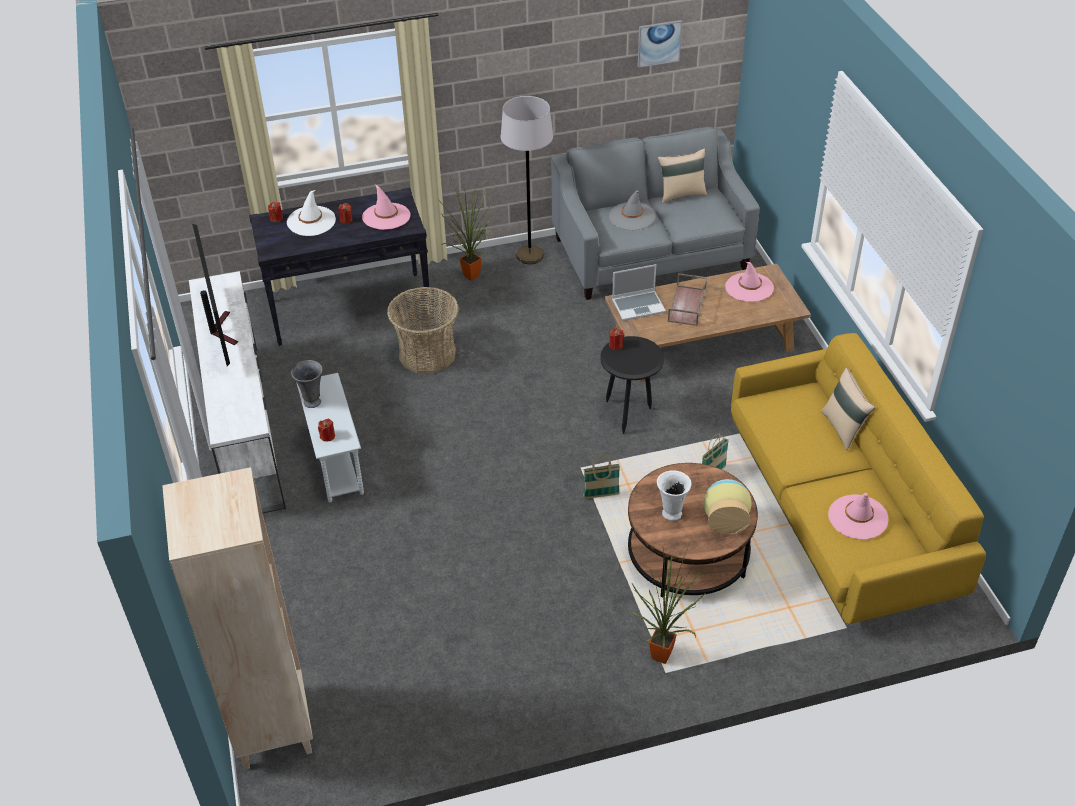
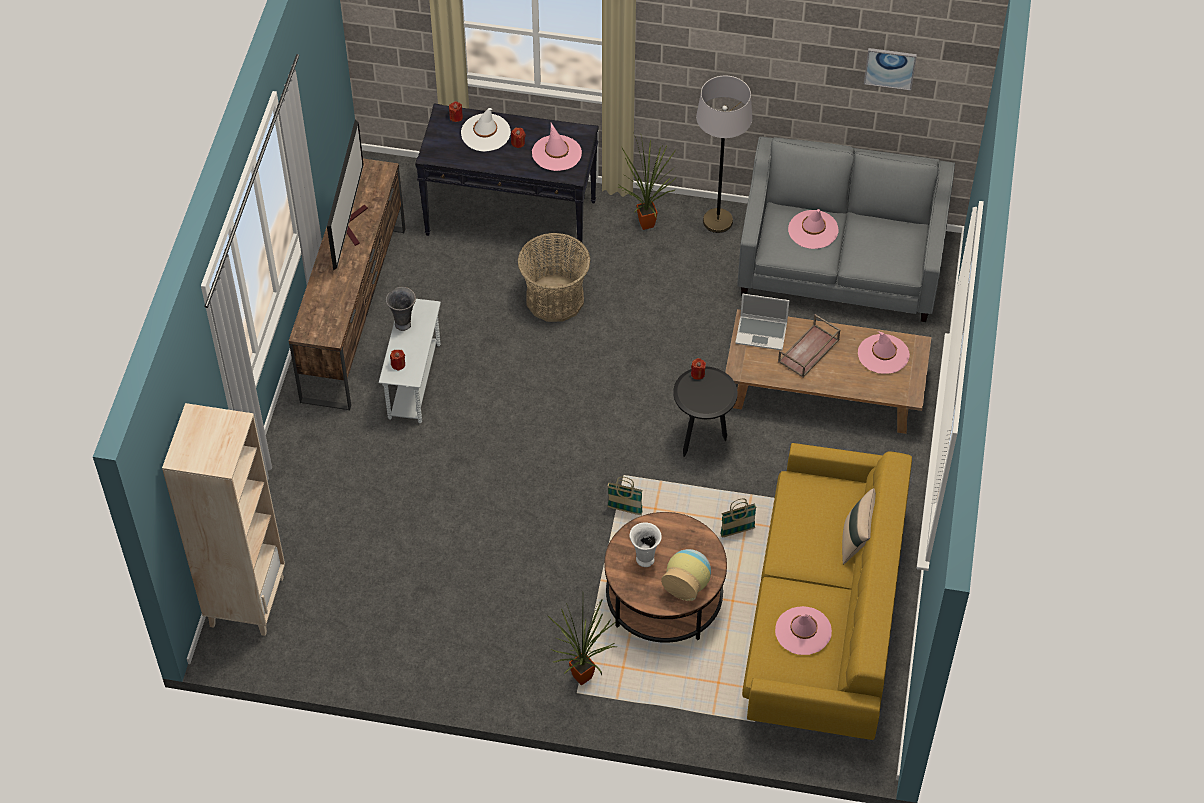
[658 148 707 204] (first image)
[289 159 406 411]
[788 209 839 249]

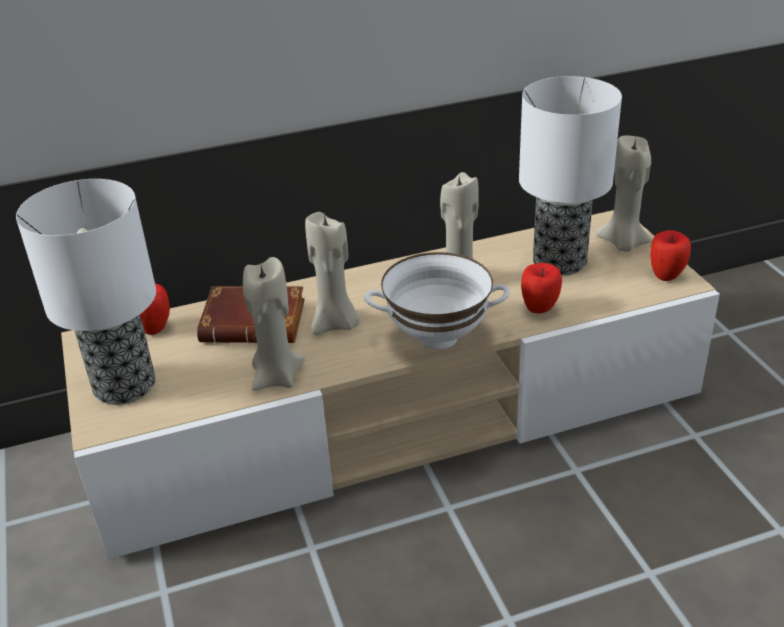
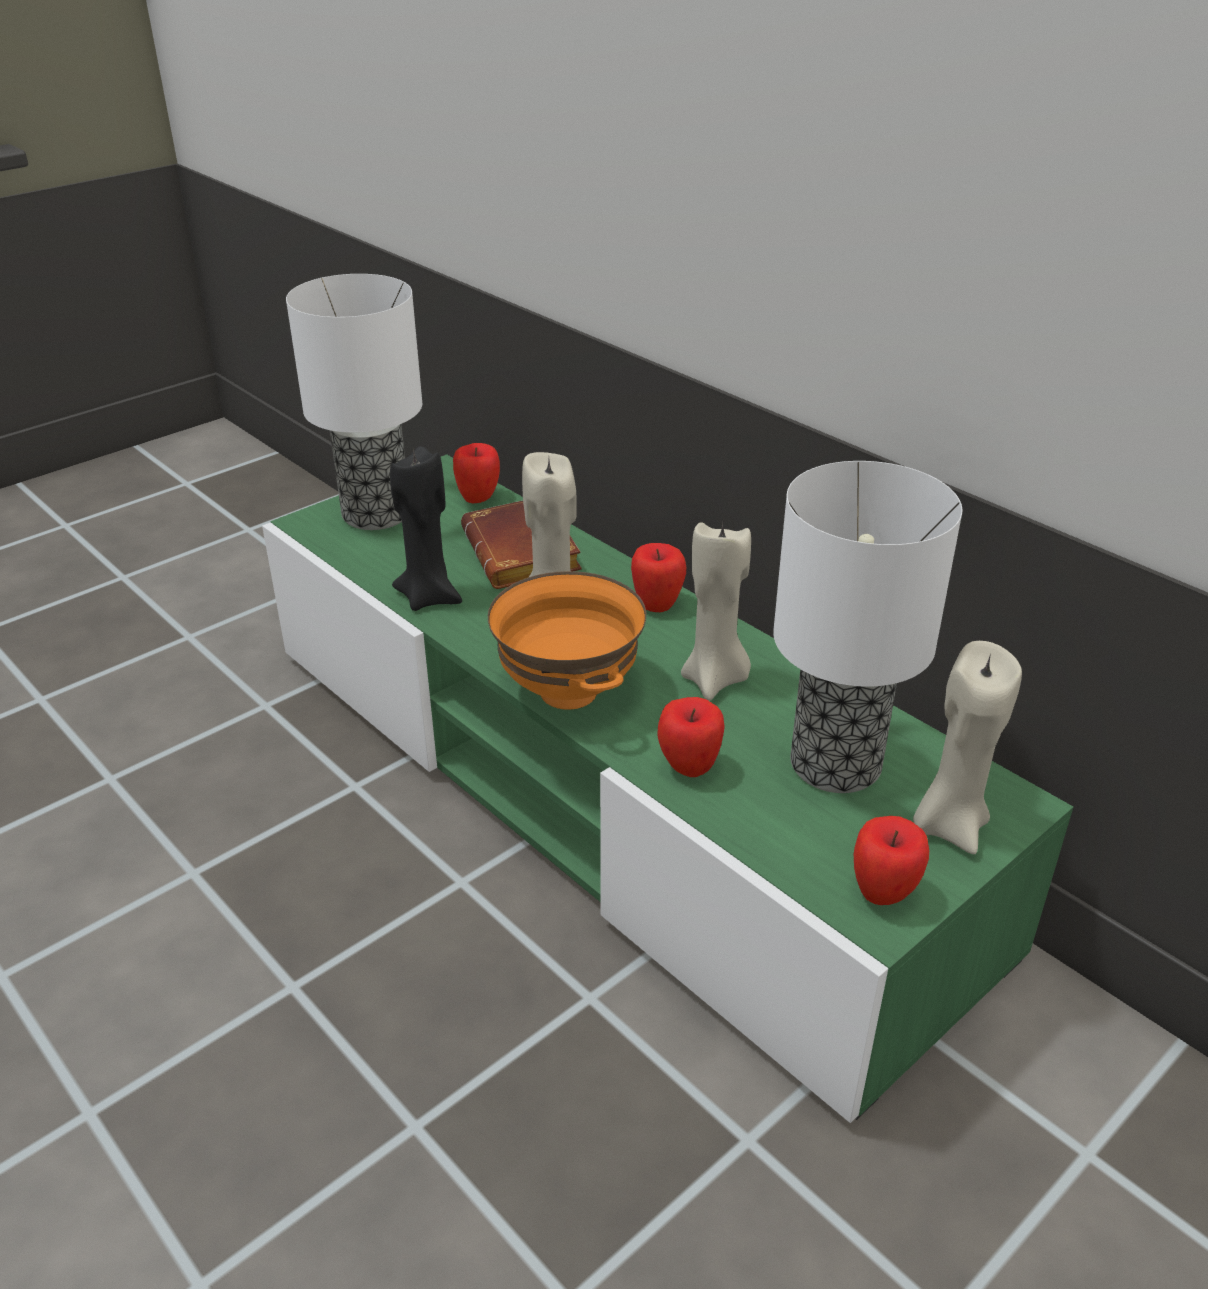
[631 543 686 612]
[262 454 1073 1123]
[390 446 462 611]
[488 571 646 710]

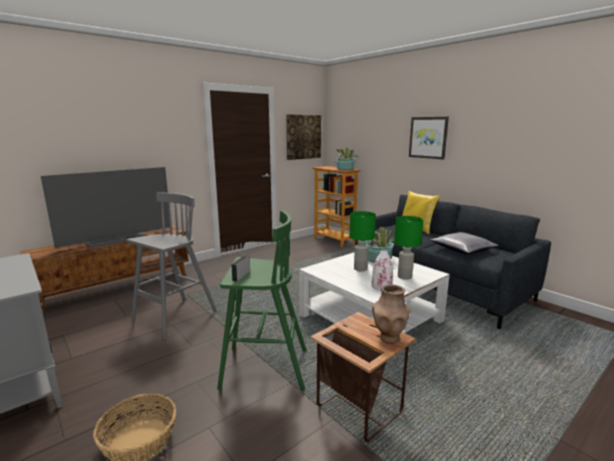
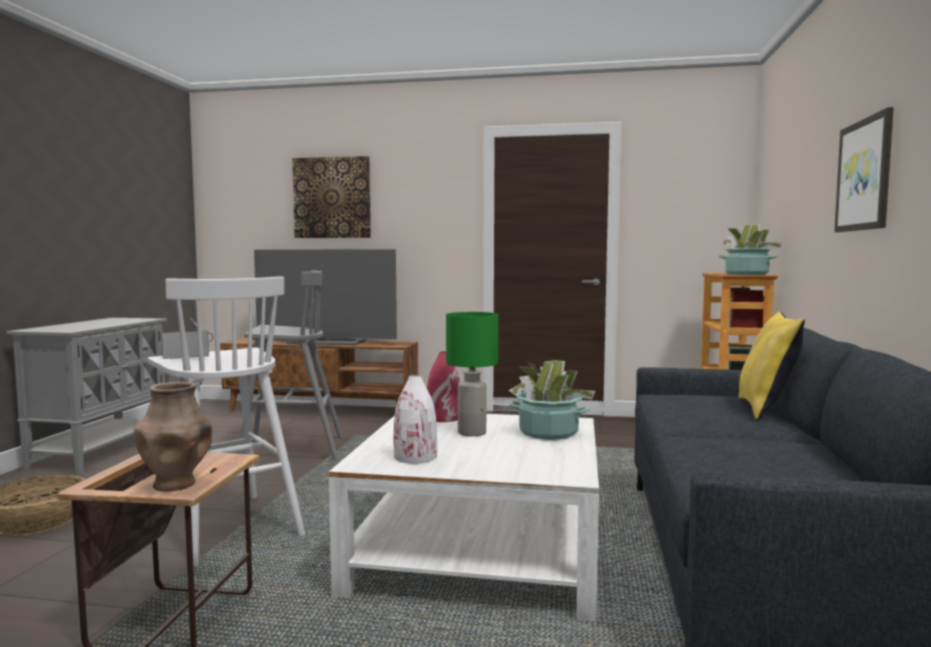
[394 216 423 279] (first image)
[430 232 499 254] (first image)
[427 352 460 422]
[292 156 371 238]
[148 276 305 567]

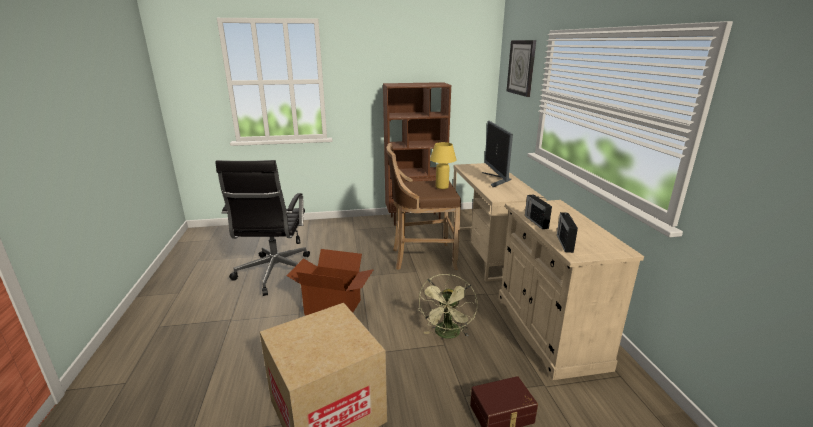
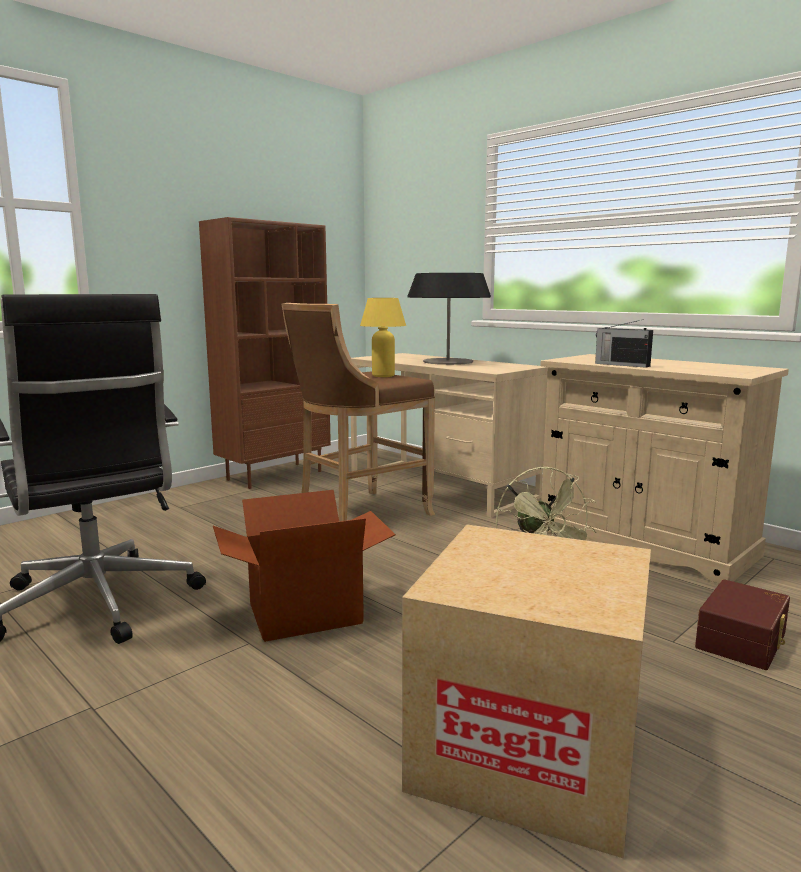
[507 40 536 97] (first image)
[557 212 578 253] (first image)
[408 273 491 365]

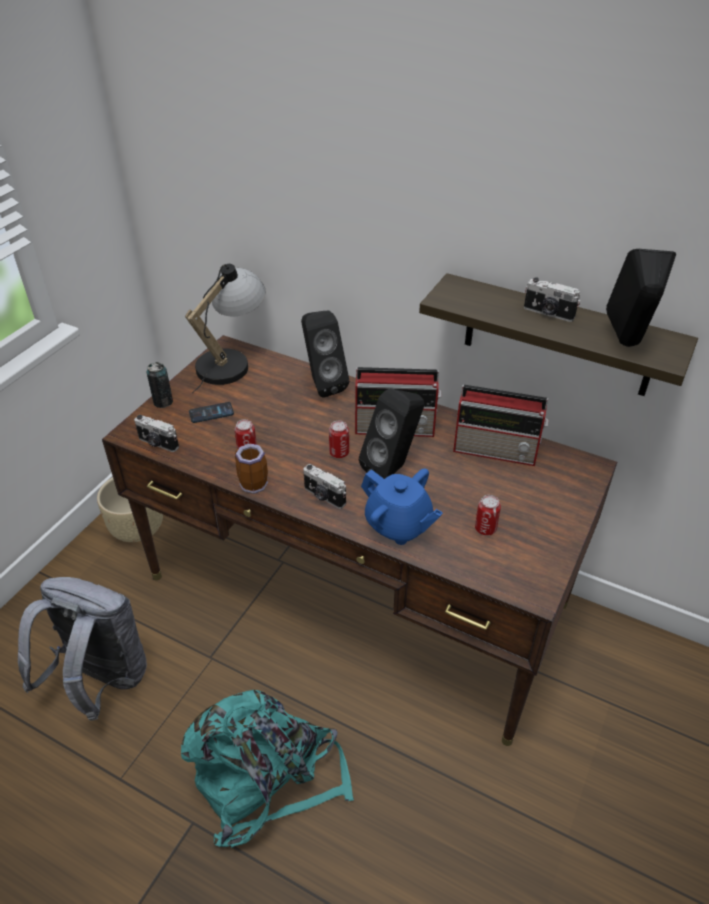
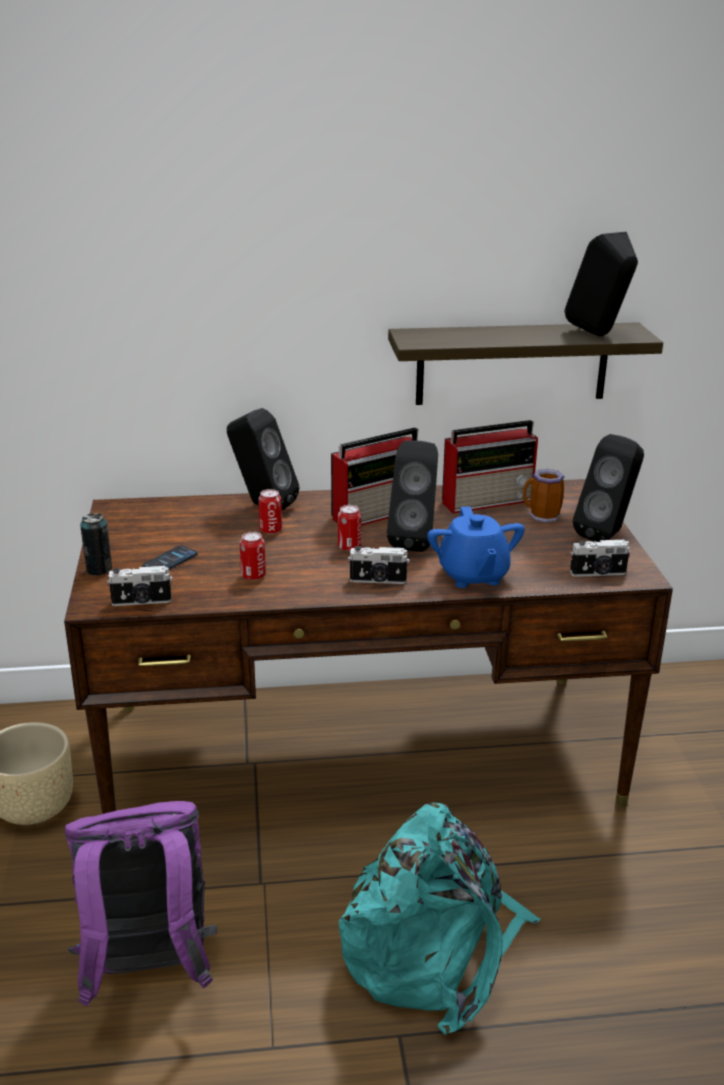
[185 264 266 393] (first image)
[573 434 644 542]
[523 469 564 523]
[259 489 282 534]
[570 540 631 577]
[65 801 217 1007]
[427 506 525 588]

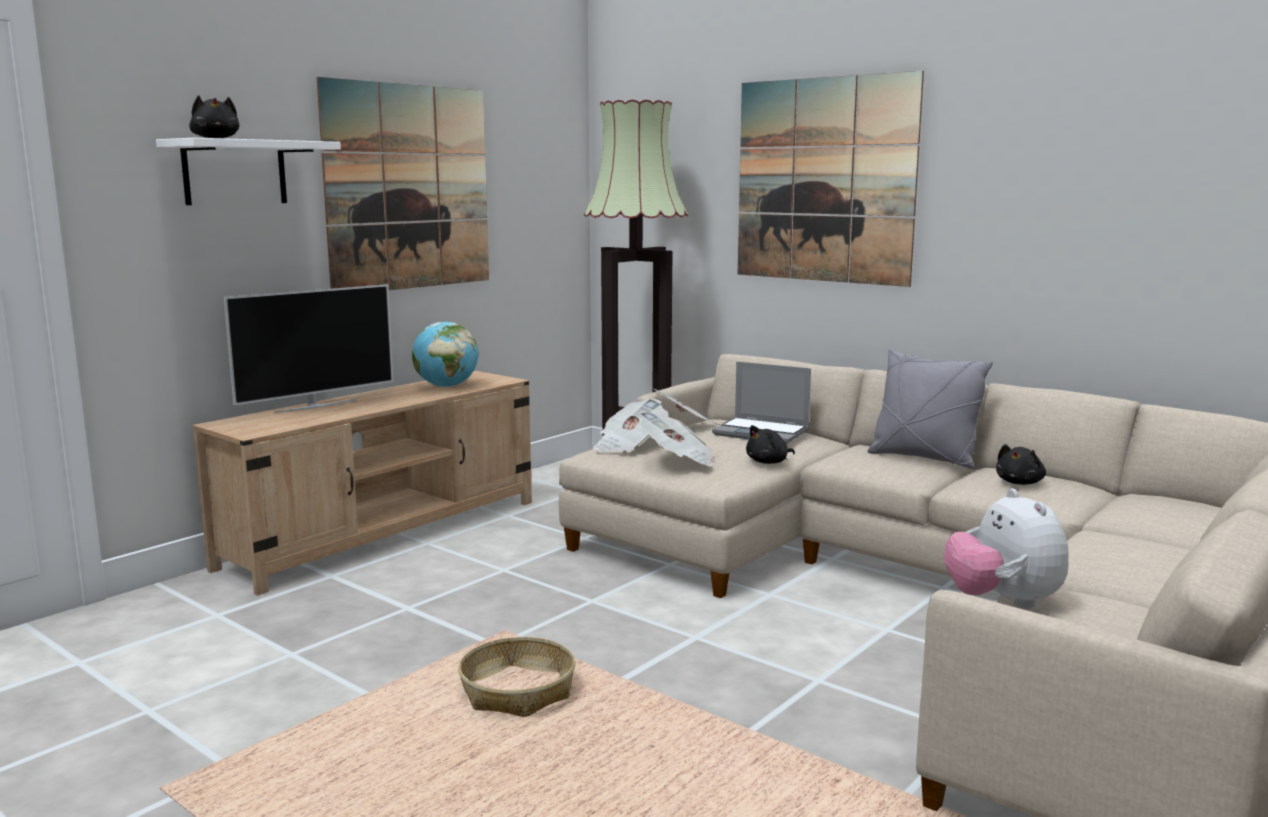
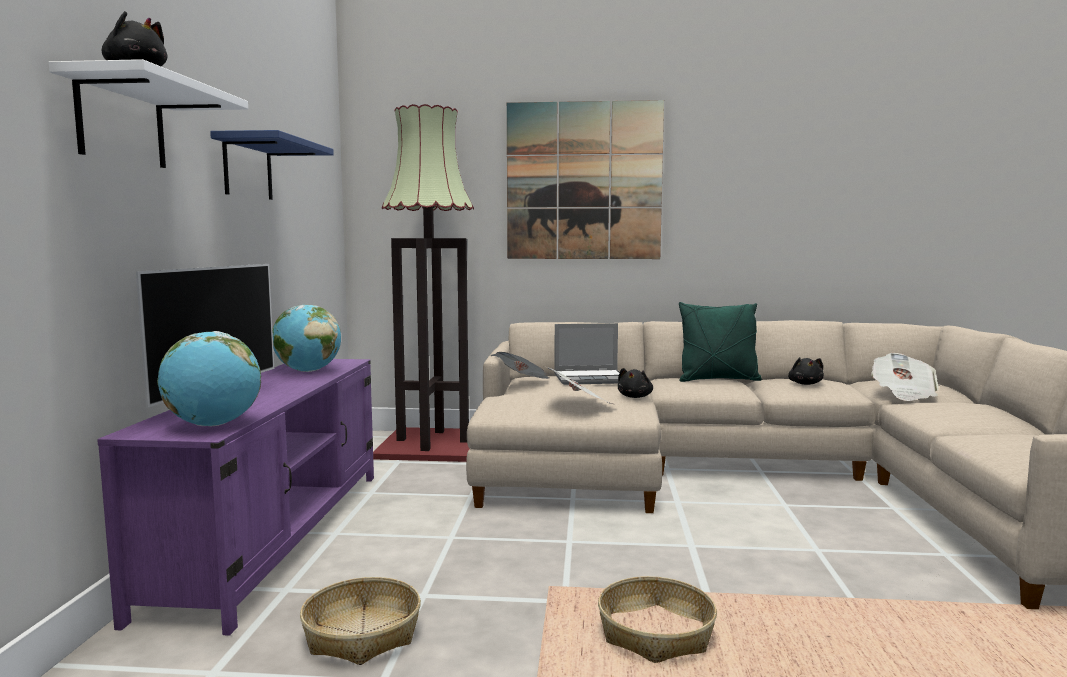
[944 488 1069 609] (first image)
[157 331 261 426]
[300 577 421 665]
[871 353 938 401]
[210 130 334 200]
[97 359 374 636]
[679 302 762 382]

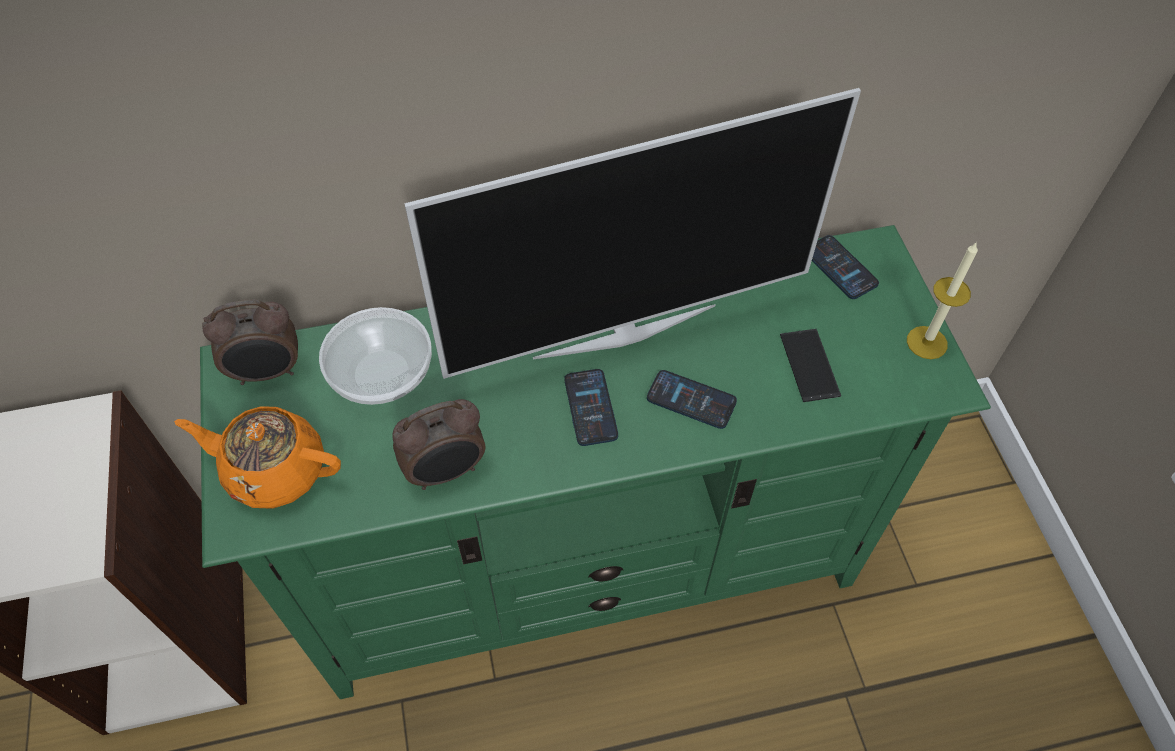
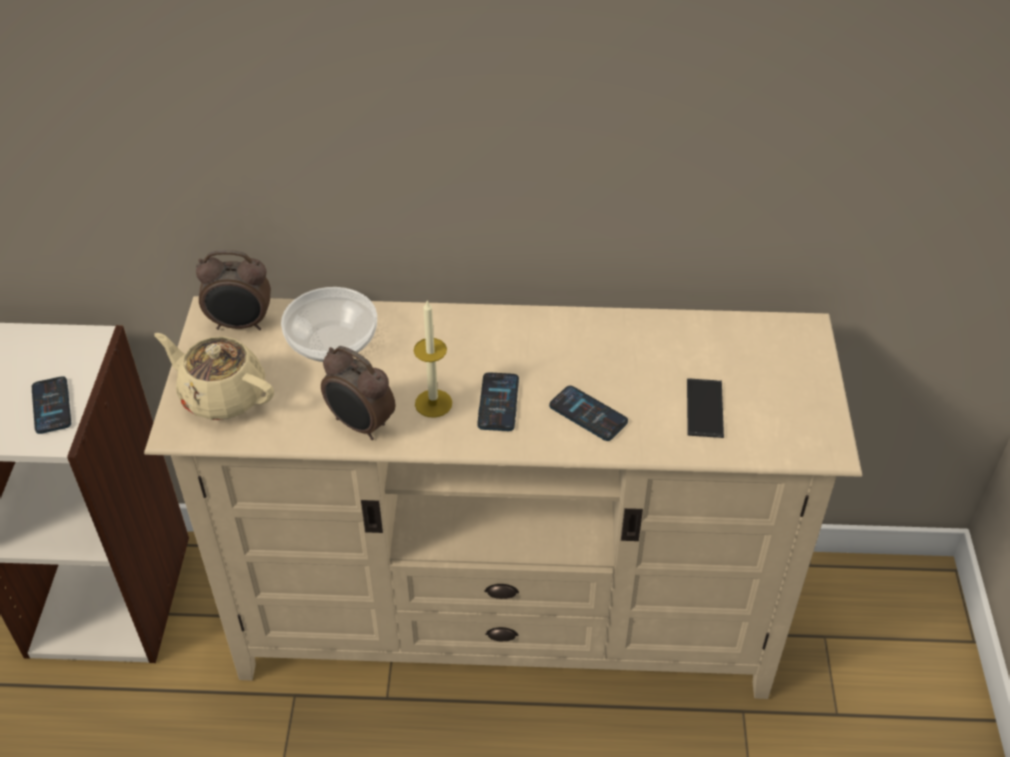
[404 88 861 379] (first image)
[32 376 71 434]
[414 300 452 418]
[154 333 274 420]
[144 296 863 699]
[321 346 395 440]

